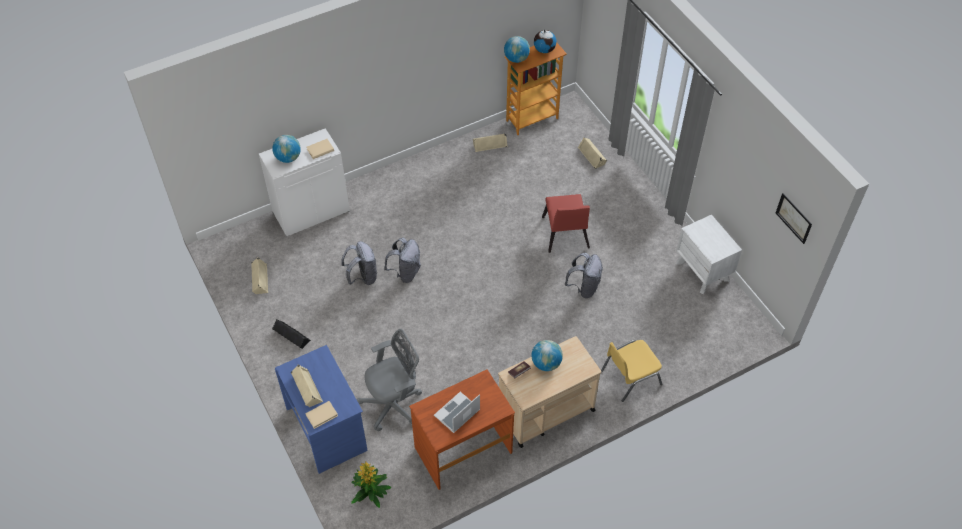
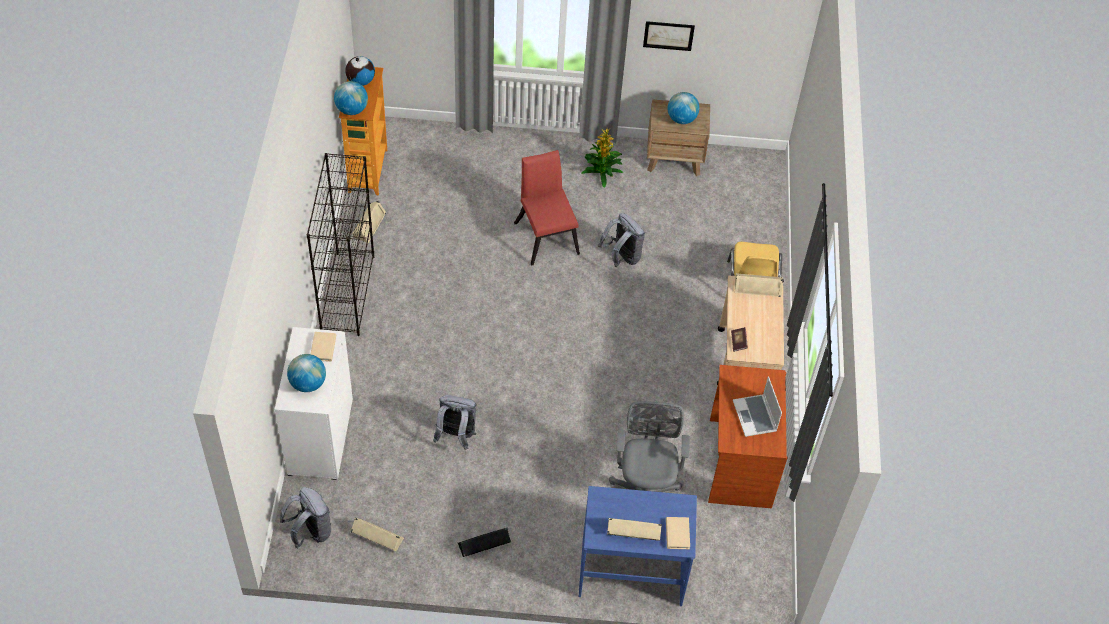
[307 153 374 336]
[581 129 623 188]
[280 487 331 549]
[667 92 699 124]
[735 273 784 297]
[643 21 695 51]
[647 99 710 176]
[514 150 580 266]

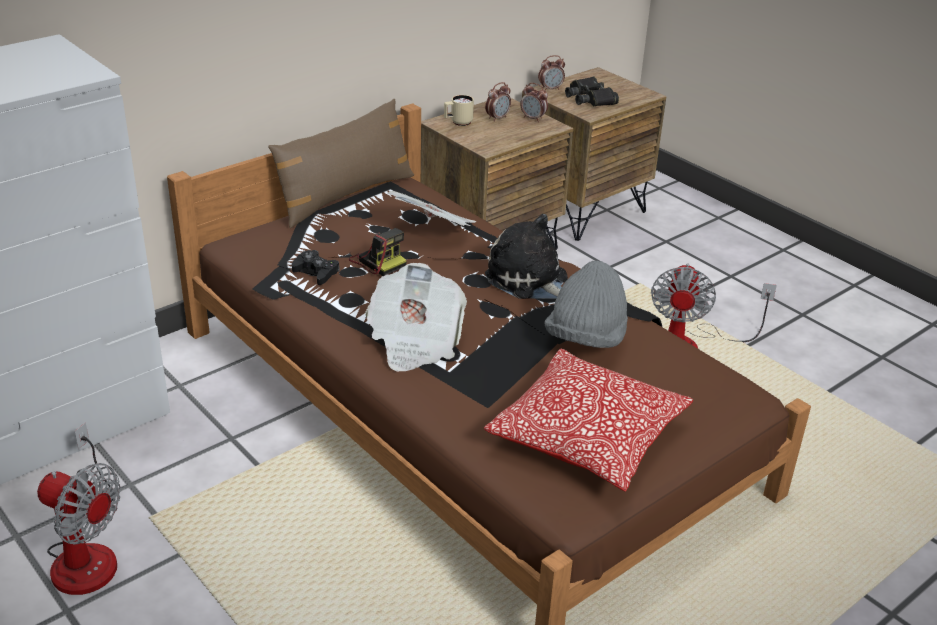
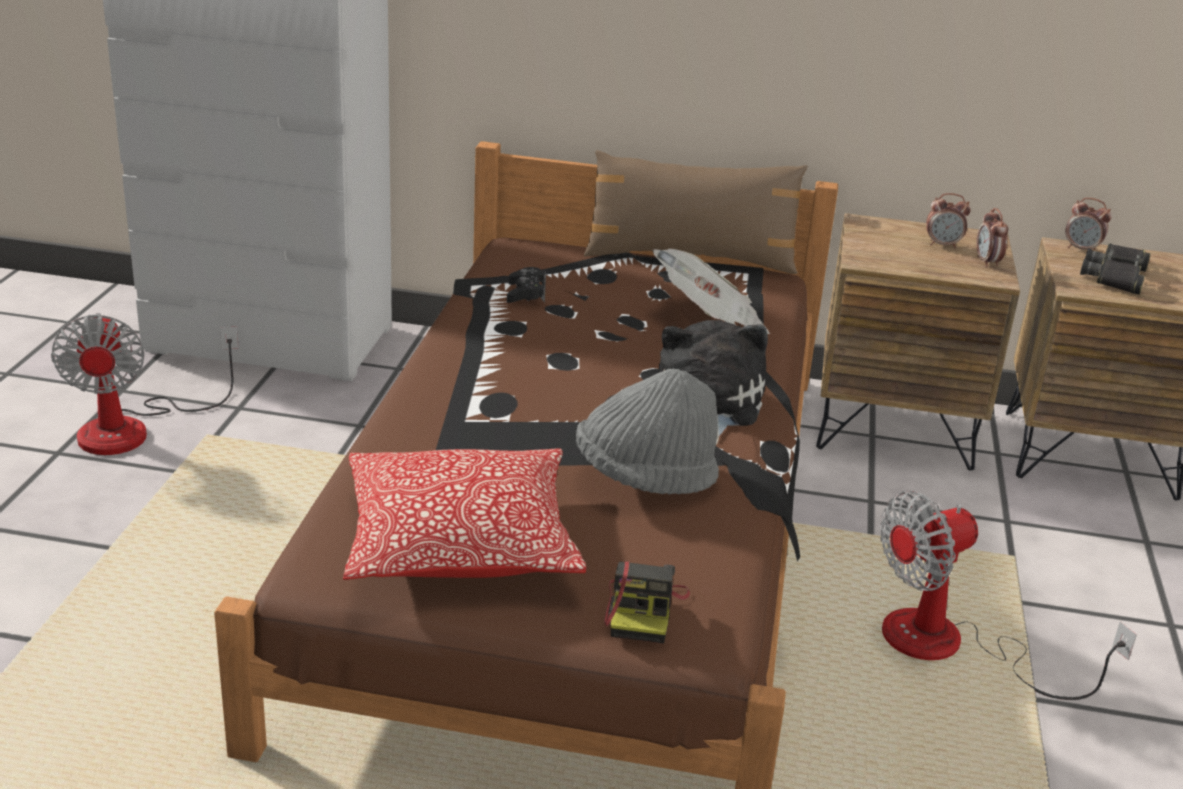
[365 263 467 372] (first image)
[444 95 474 126] (first image)
[604 561 690 643]

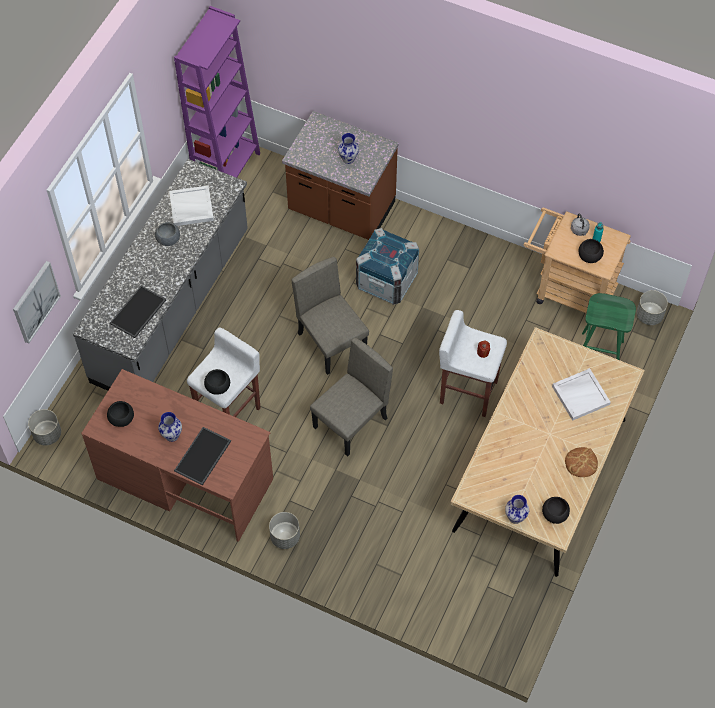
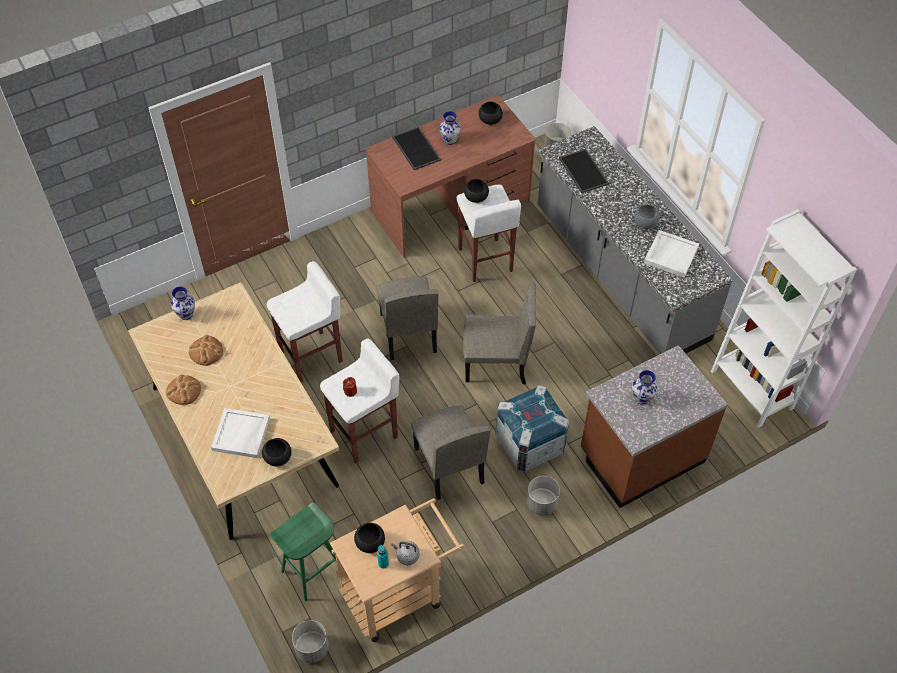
[13 261 61 344] (first image)
[189 335 223 366]
[267 261 343 382]
[411 405 490 500]
[527 476 560 516]
[262 438 292 467]
[711 209 857 428]

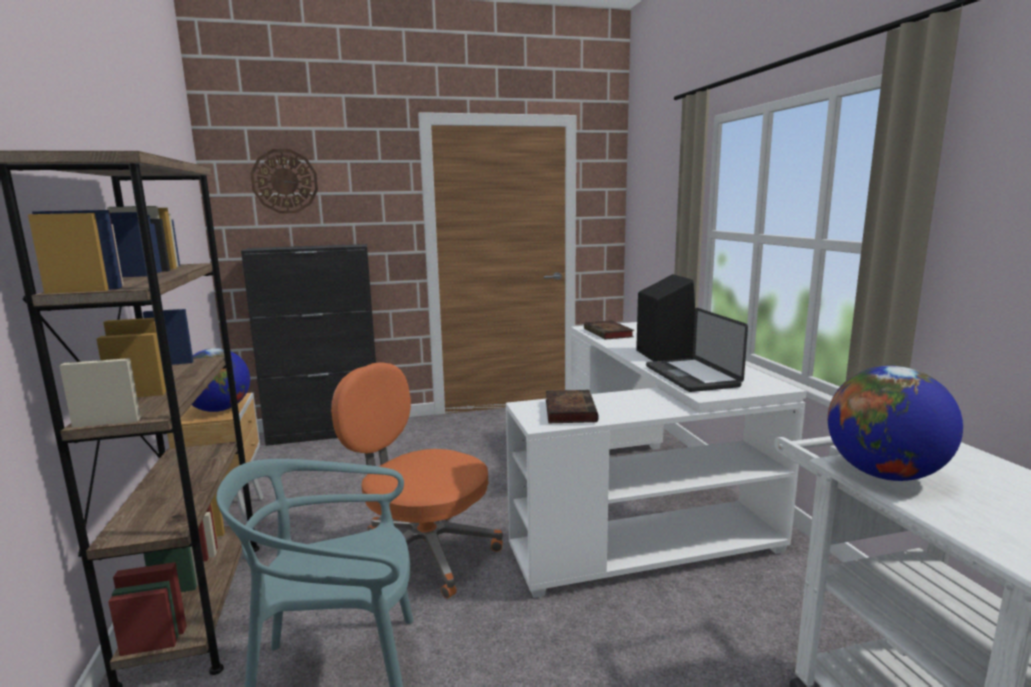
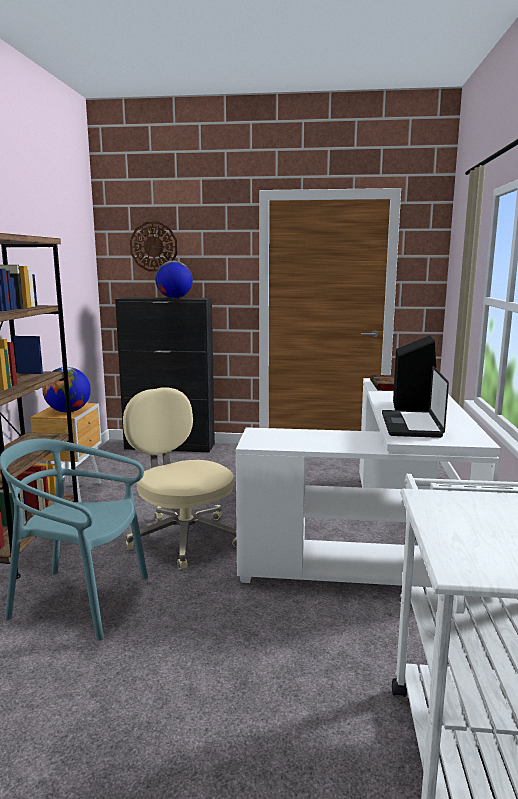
[546 390 598 423] (first image)
[155 261 193 298]
[123 388 237 569]

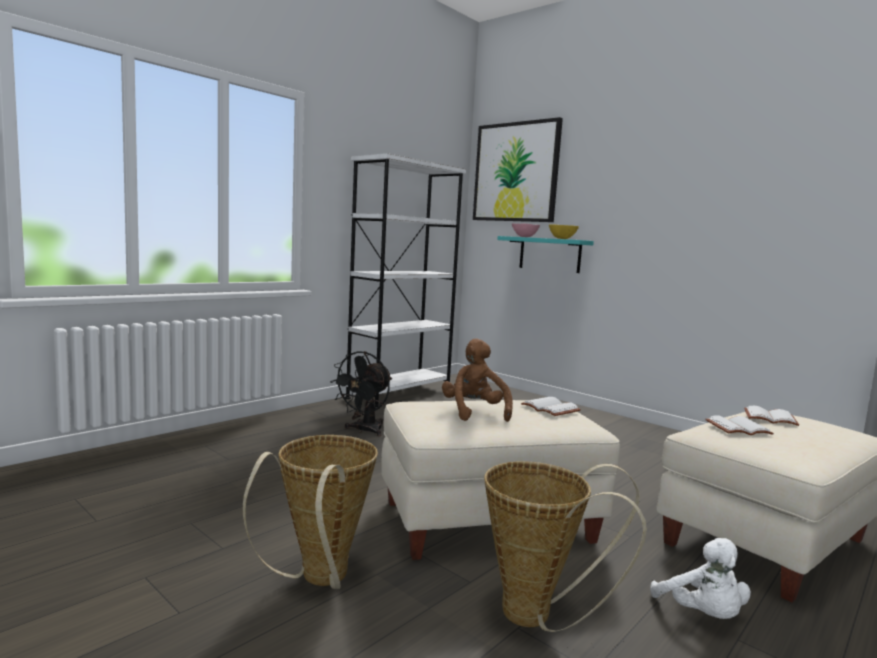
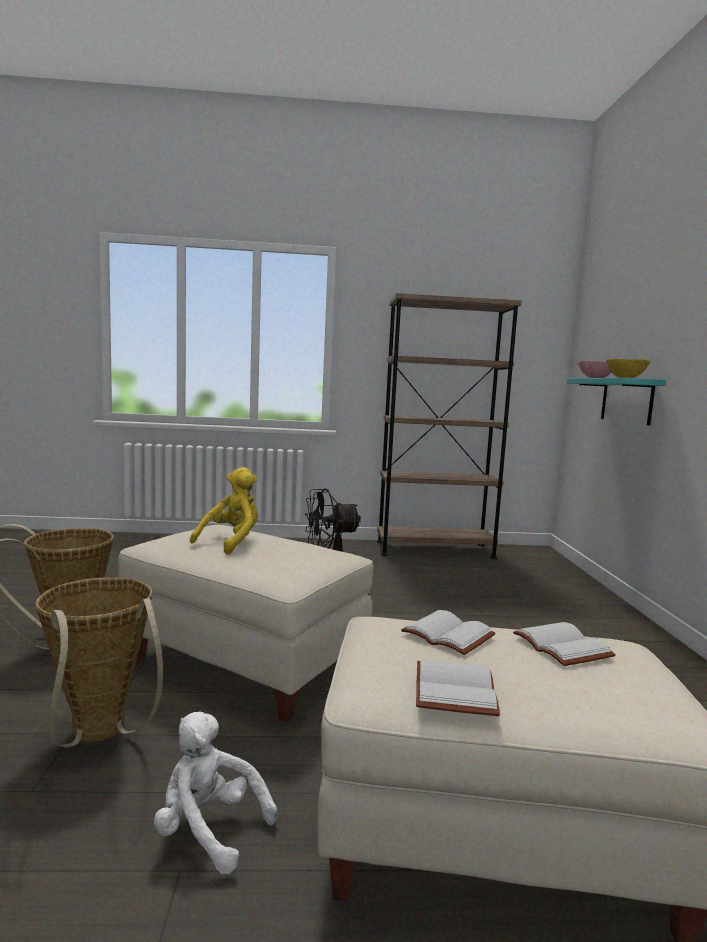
[473 117 563 222] (first image)
[416 659 500 716]
[377 293 522 559]
[190 467 258 554]
[154 711 278 874]

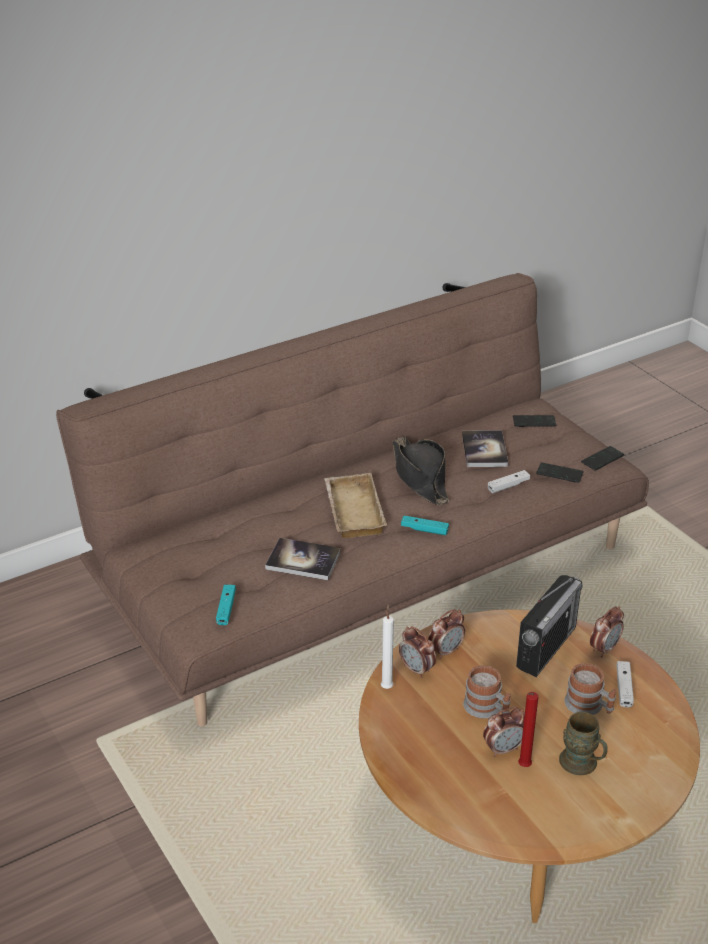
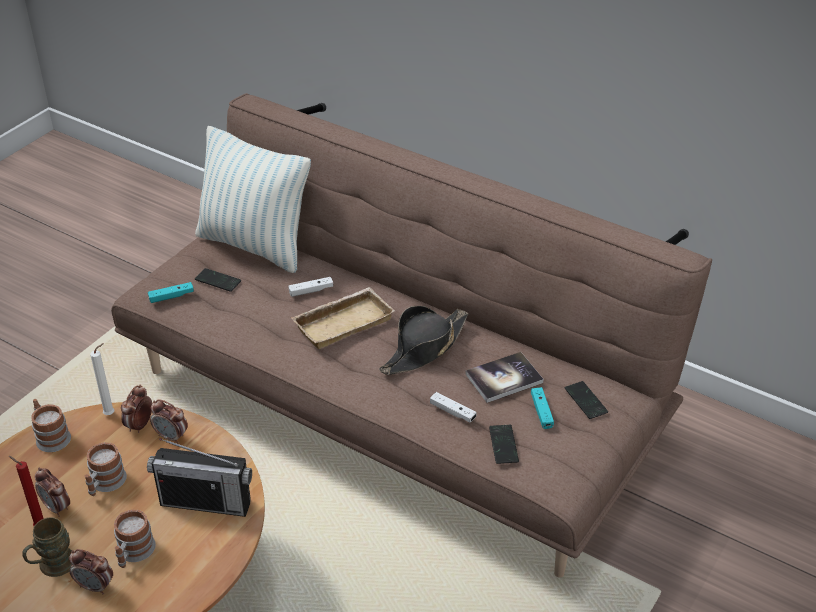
[265 538 341 580] (first image)
[31 399 71 452]
[195 126 311 273]
[531 387 554 429]
[195 268 241 292]
[69 549 113 595]
[288 277 333 297]

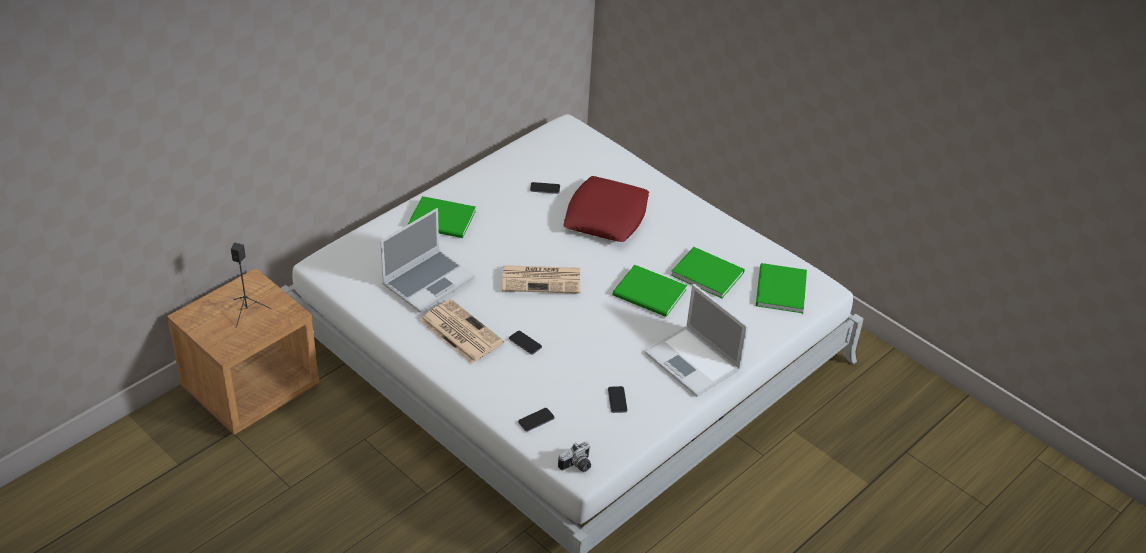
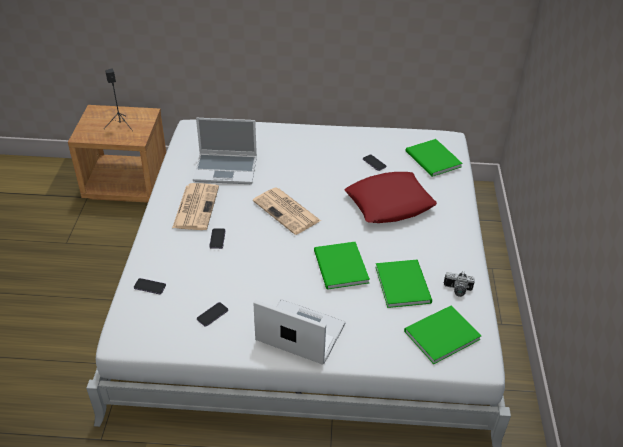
[405 139 463 177]
[444 271 475 297]
[253 299 346 365]

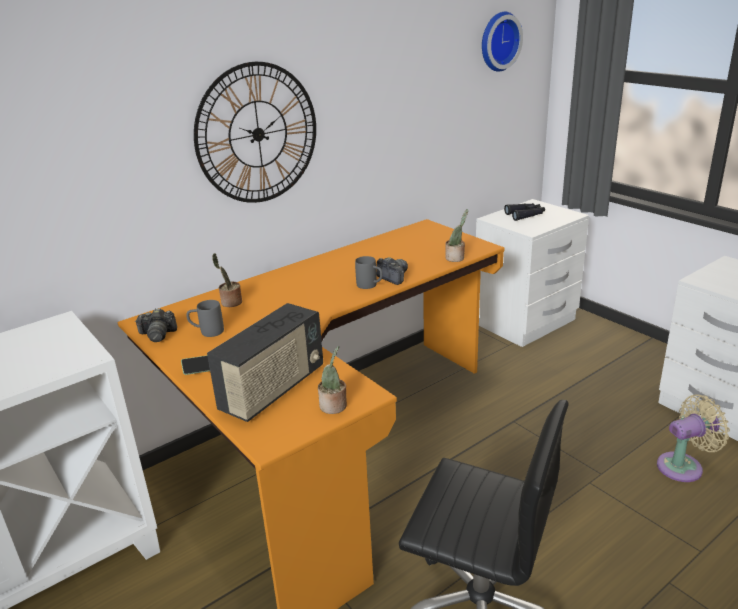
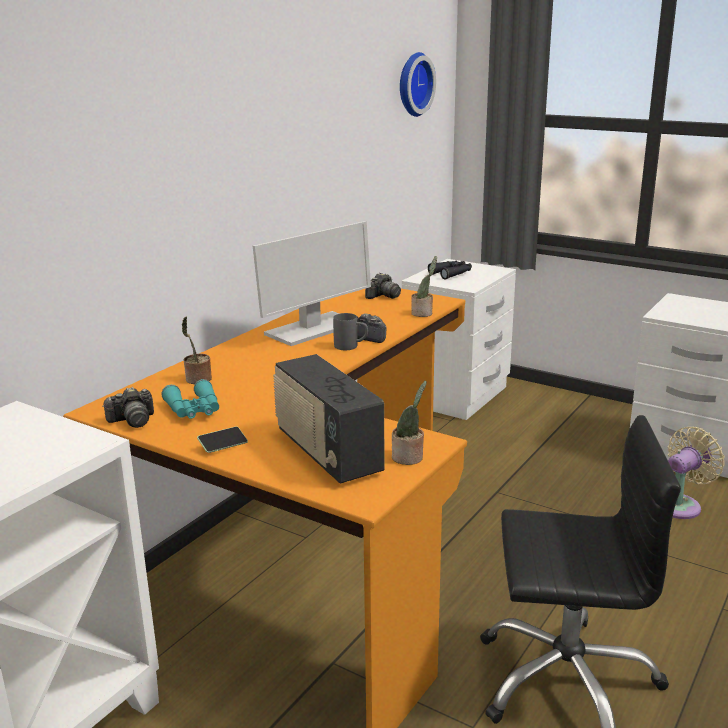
[194 62 316 203] (first image)
[253 221 371 346]
[365 273 401 299]
[162 379 219 419]
[273 354 384 483]

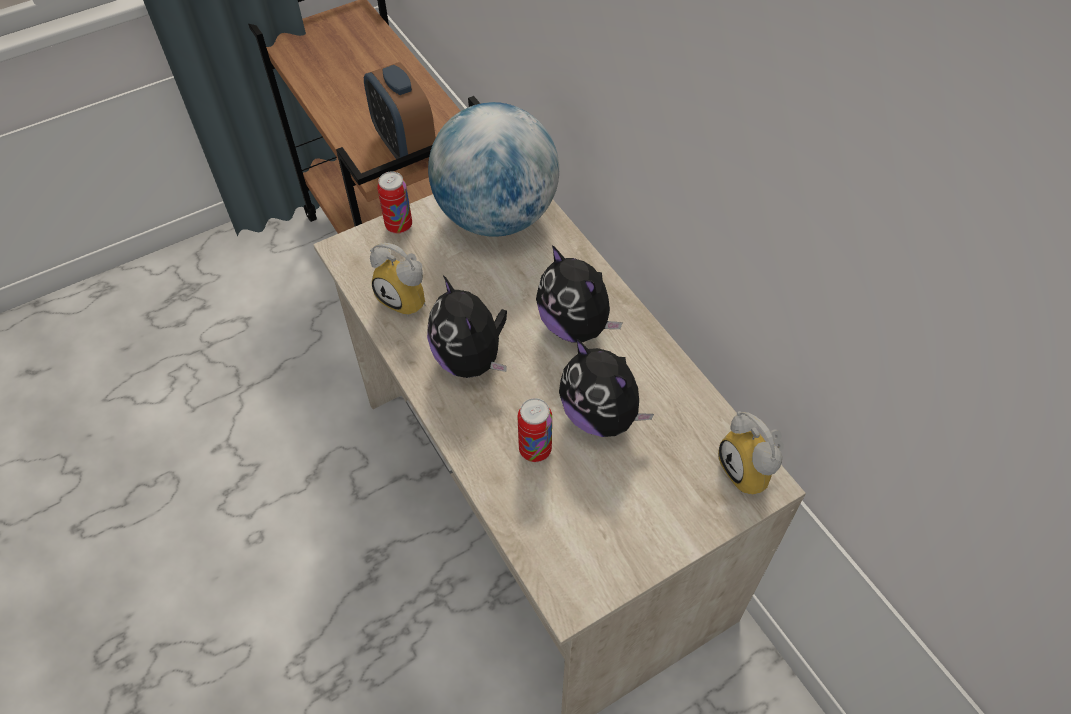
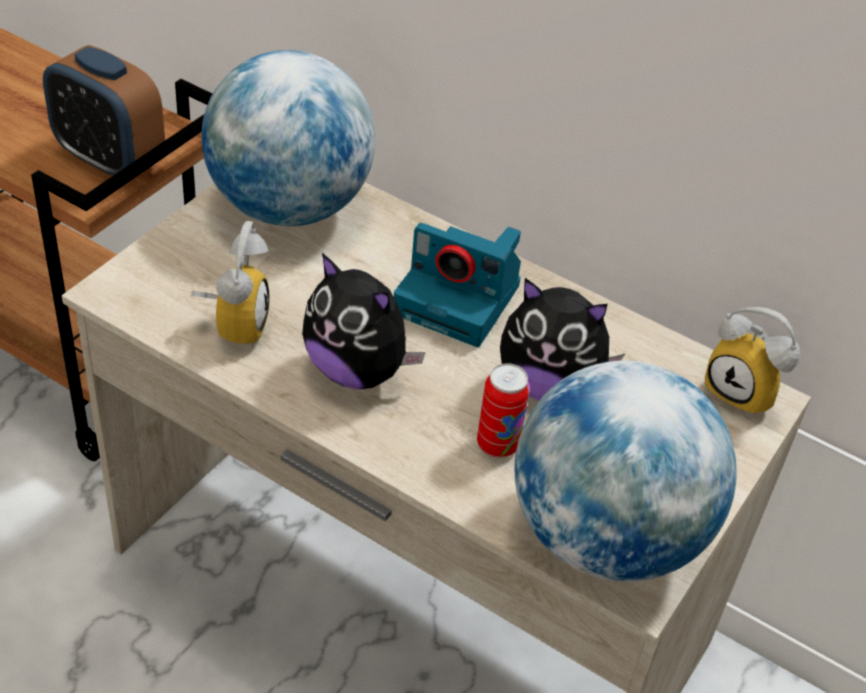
[377 172 412 234] (first image)
[515 360 737 582]
[394 223 521 347]
[191 221 269 347]

